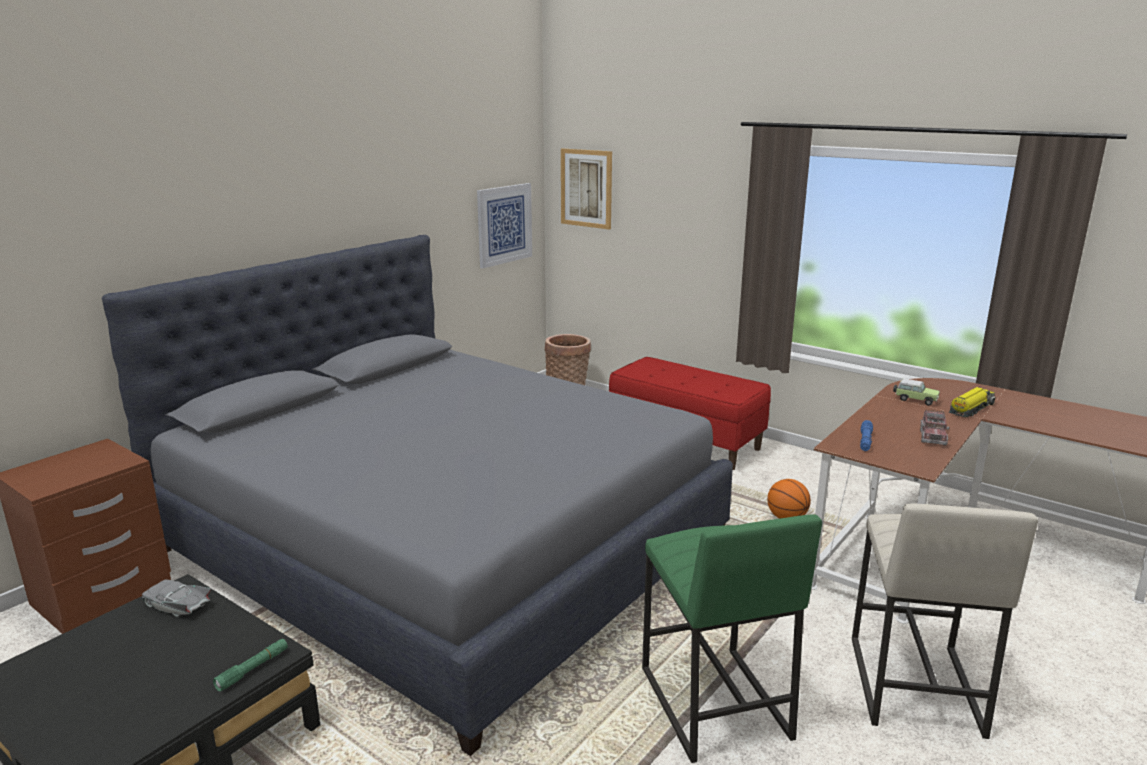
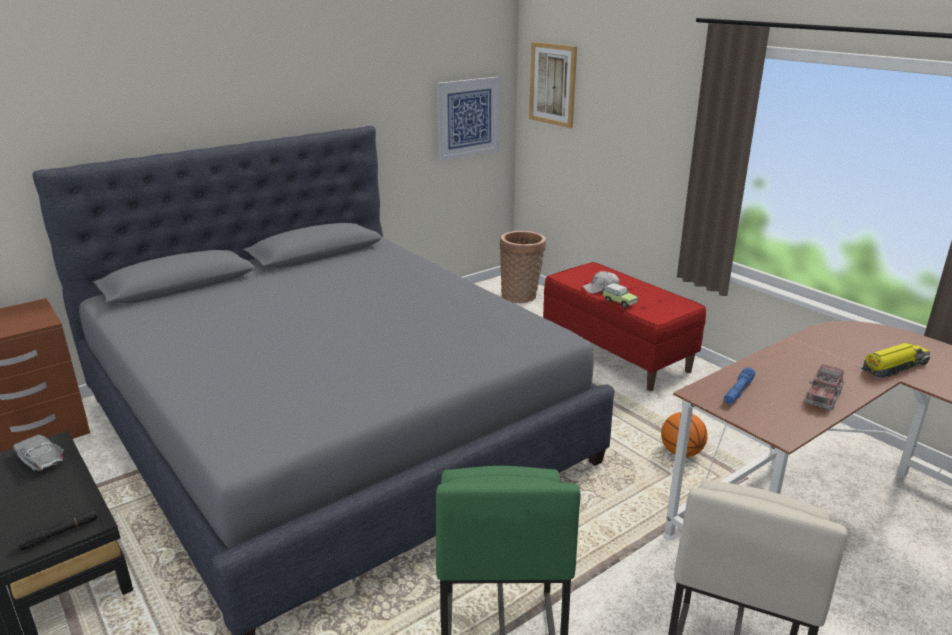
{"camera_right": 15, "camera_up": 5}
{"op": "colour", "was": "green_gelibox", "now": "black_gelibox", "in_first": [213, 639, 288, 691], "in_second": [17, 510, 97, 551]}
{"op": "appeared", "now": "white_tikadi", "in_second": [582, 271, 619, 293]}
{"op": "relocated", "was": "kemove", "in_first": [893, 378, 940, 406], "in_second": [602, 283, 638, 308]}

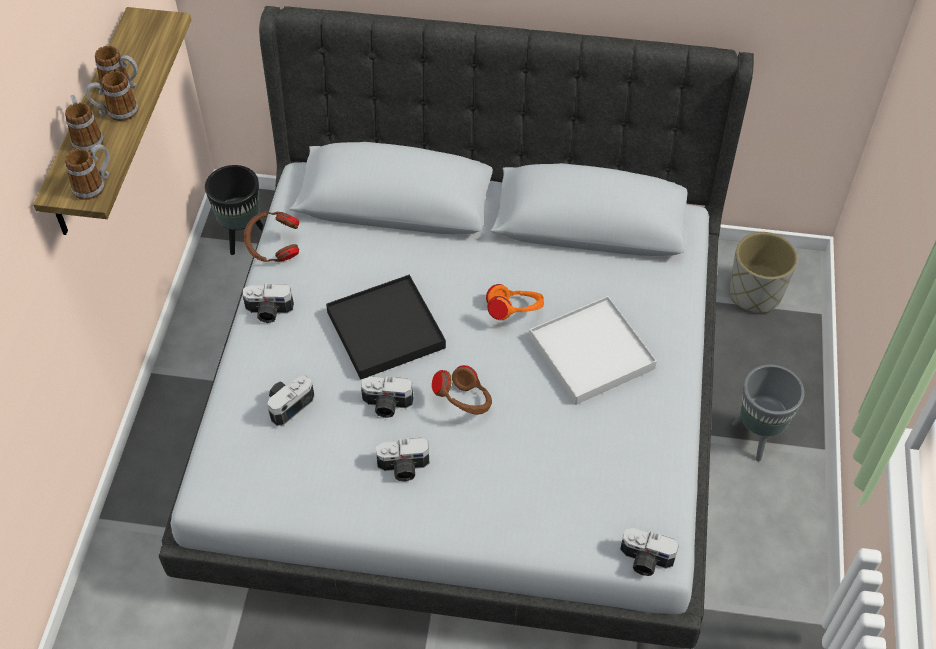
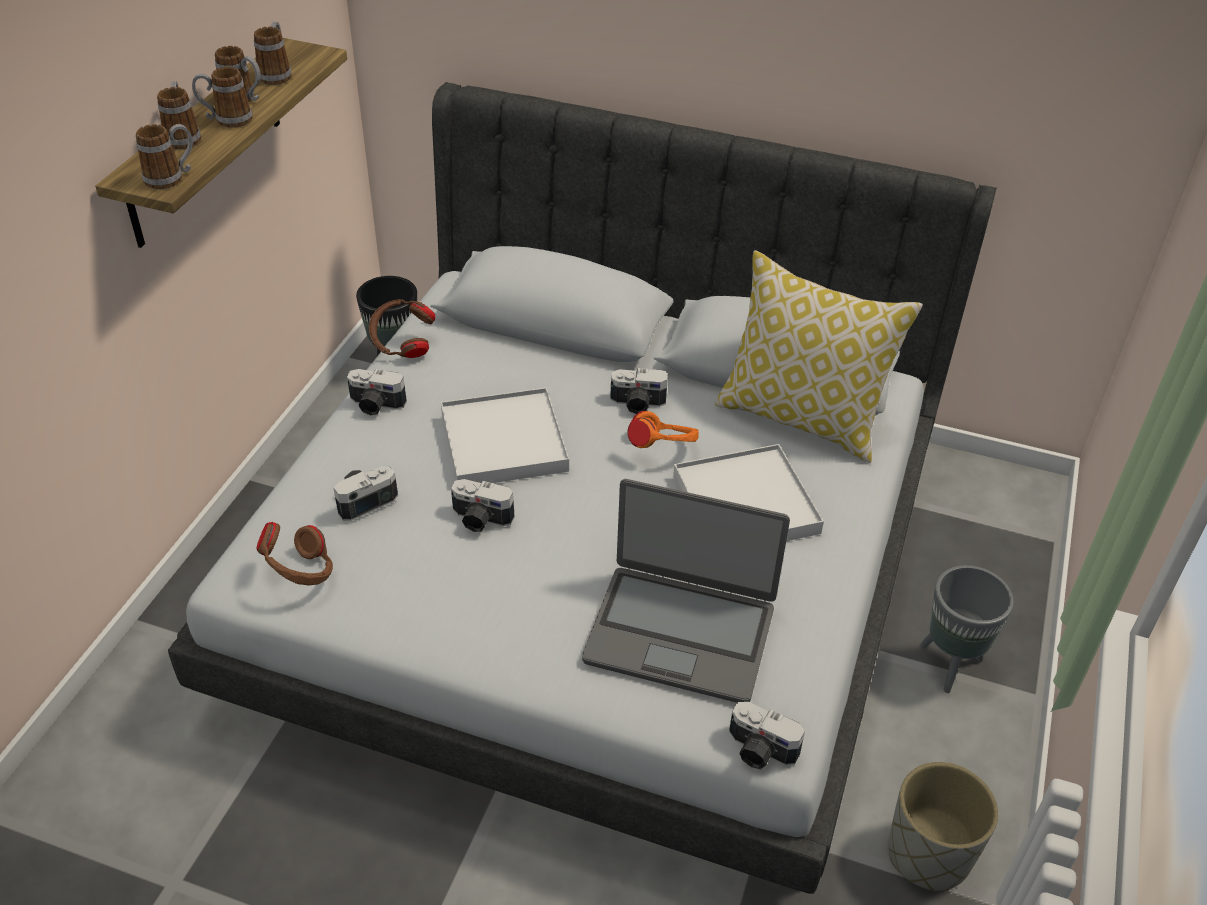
{"camera_right": 10, "camera_up": -10}
{"op": "appeared", "now": "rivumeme", "in_second": [254, 22, 292, 85]}
{"op": "relocated", "was": "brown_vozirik", "in_first": [432, 365, 492, 415], "in_second": [257, 522, 333, 585]}
{"op": "colour", "was": "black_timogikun", "now": "white_timogikun", "in_first": [326, 275, 446, 380], "in_second": [441, 387, 569, 483]}
{"op": "appeared", "now": "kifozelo", "in_second": [582, 479, 790, 703]}
{"op": "relocated", "was": "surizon", "in_first": [376, 438, 430, 482], "in_second": [610, 368, 668, 414]}
{"op": "appeared", "now": "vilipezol", "in_second": [715, 250, 923, 463]}
{"op": "relocated", "was": "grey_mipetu", "in_first": [730, 232, 798, 313], "in_second": [889, 762, 998, 892]}

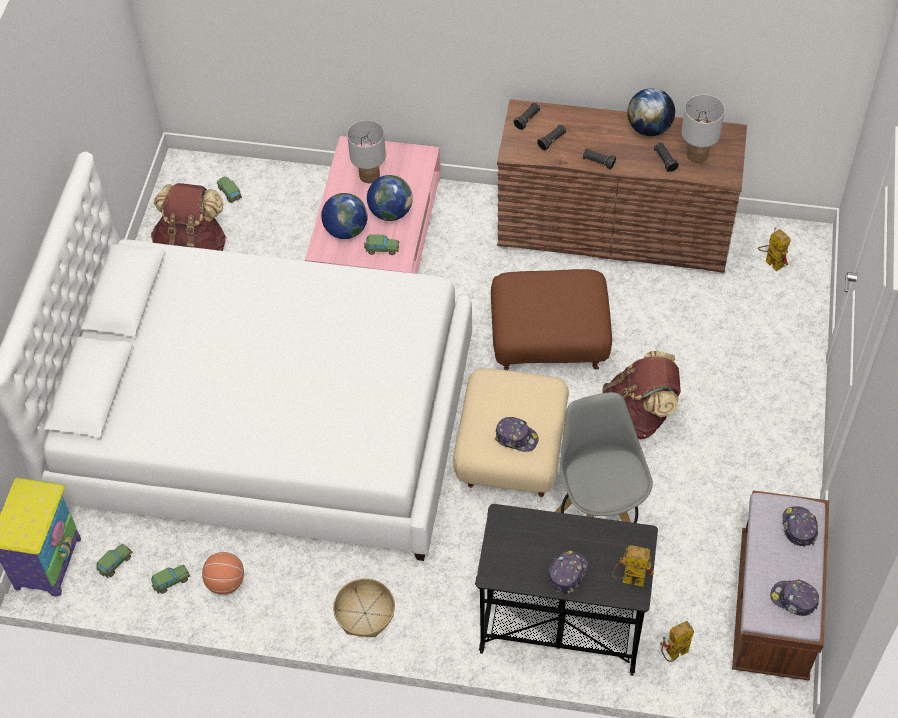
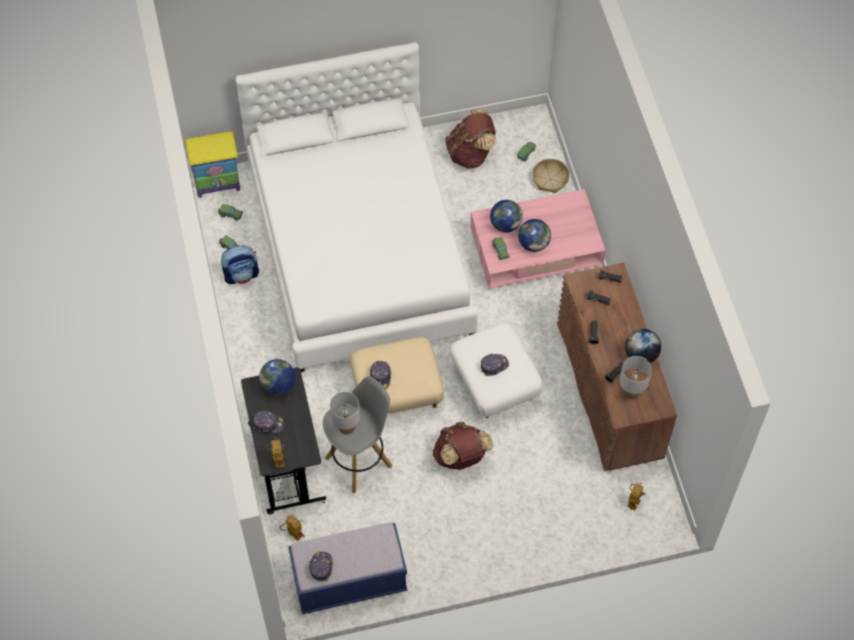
{"camera_right": 65, "camera_up": 5}
{"op": "exchanged", "was": "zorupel", "now": "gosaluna", "in_first": [202, 552, 244, 594], "in_second": [221, 246, 259, 284]}
{"op": "appeared", "now": "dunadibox", "in_second": [259, 359, 295, 395]}
{"op": "colour", "was": "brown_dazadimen", "now": "blue_dazadimen", "in_first": [732, 490, 829, 681], "in_second": [288, 522, 407, 614]}
{"op": "relocated", "was": "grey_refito", "in_first": [347, 120, 386, 183], "in_second": [330, 392, 360, 435]}
{"op": "colour", "was": "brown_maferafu", "now": "white_maferafu", "in_first": [491, 269, 612, 370], "in_second": [449, 322, 543, 421]}
{"op": "relocated", "was": "tikadi", "in_first": [783, 506, 818, 547], "in_second": [481, 353, 509, 376]}
{"op": "relocated", "was": "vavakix", "in_first": [333, 578, 395, 637], "in_second": [532, 159, 570, 193]}

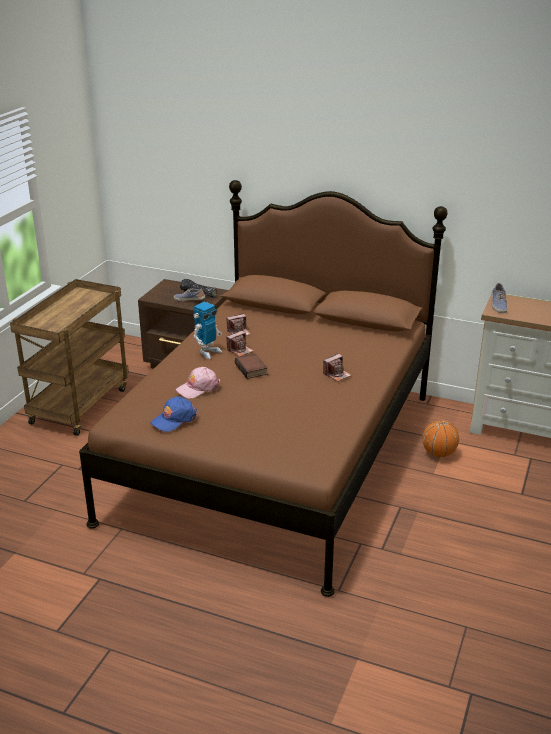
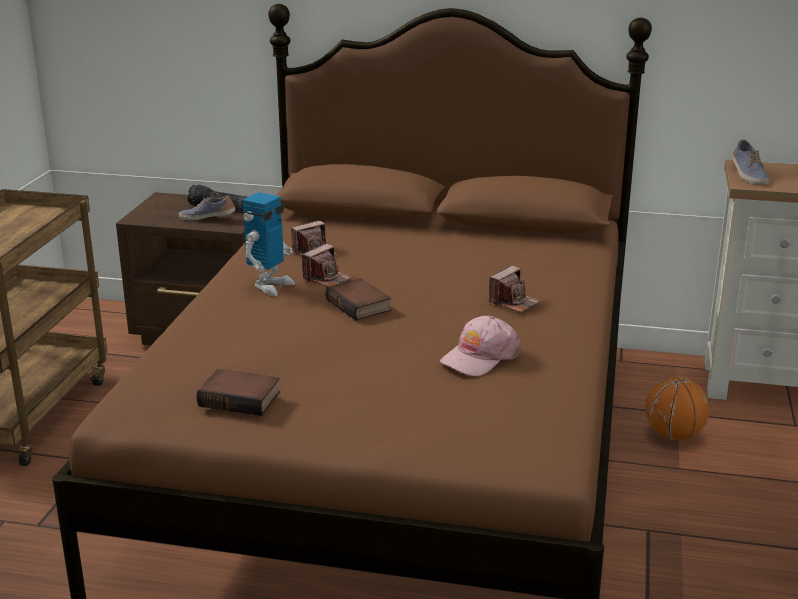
{"camera_right": -10, "camera_up": -5}
{"op": "exchanged", "was": "blue_tikadi", "now": "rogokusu", "in_first": [151, 396, 197, 432], "in_second": [196, 369, 280, 416]}
{"op": "relocated", "was": "pink_tikadi", "in_first": [176, 367, 220, 399], "in_second": [440, 316, 521, 376]}

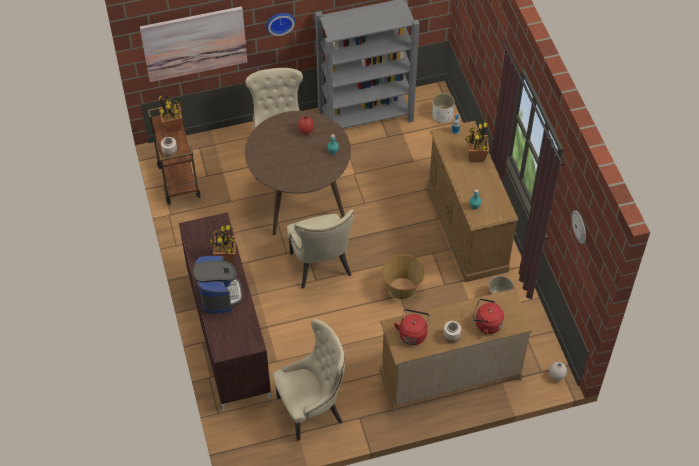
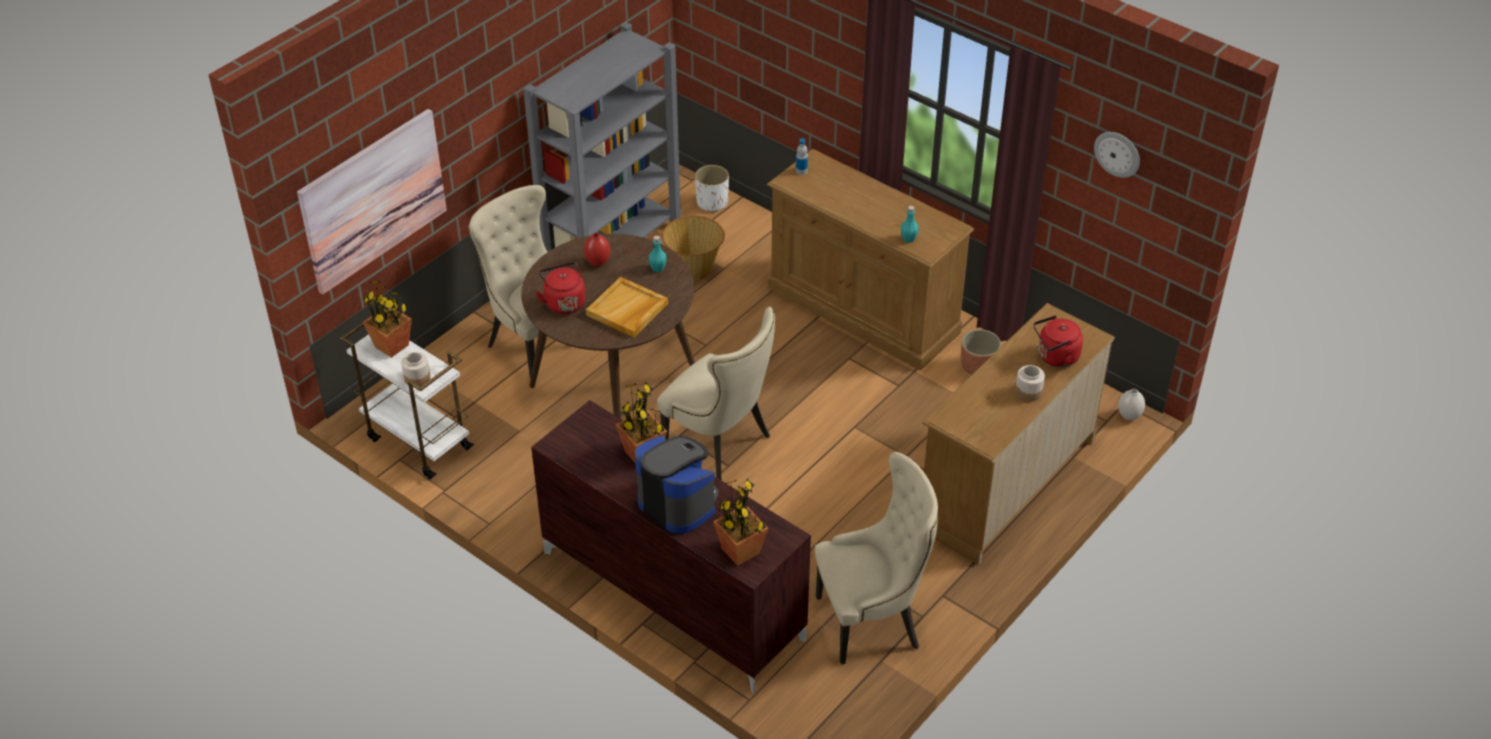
{"camera_right": -35, "camera_up": -10}
{"op": "colour", "was": "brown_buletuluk", "now": "white_buletuluk", "in_first": [148, 103, 201, 205], "in_second": [340, 322, 474, 479]}
{"op": "relocated", "was": "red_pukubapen", "in_first": [394, 309, 430, 345], "in_second": [536, 262, 585, 314]}
{"op": "appeared", "now": "beige_timogikun", "in_second": [586, 277, 668, 337]}
{"op": "relocated", "was": "vavakix", "in_first": [382, 255, 425, 299], "in_second": [662, 216, 725, 281]}
{"op": "relocated", "was": "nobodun", "in_first": [465, 119, 490, 162], "in_second": [713, 479, 768, 566]}
{"op": "spun", "was": "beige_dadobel", "in_first": [273, 319, 345, 441], "in_second": [815, 452, 938, 665], "clockwise": 45}
{"op": "missing", "was": "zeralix", "in_first": [266, 13, 295, 36]}

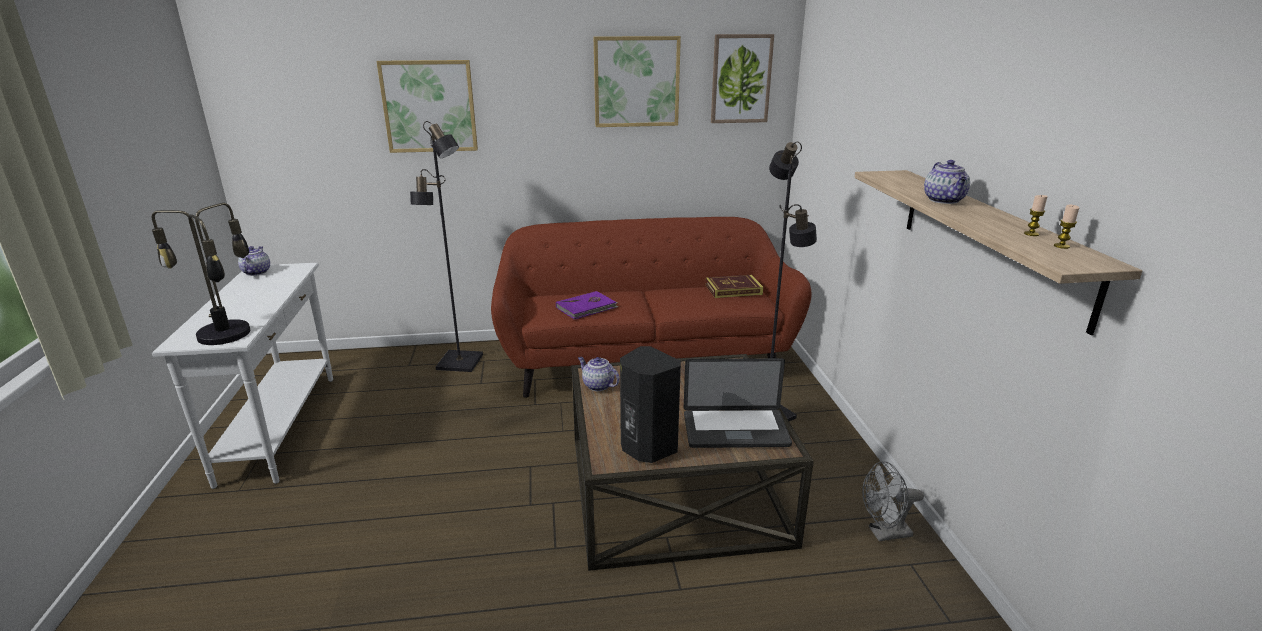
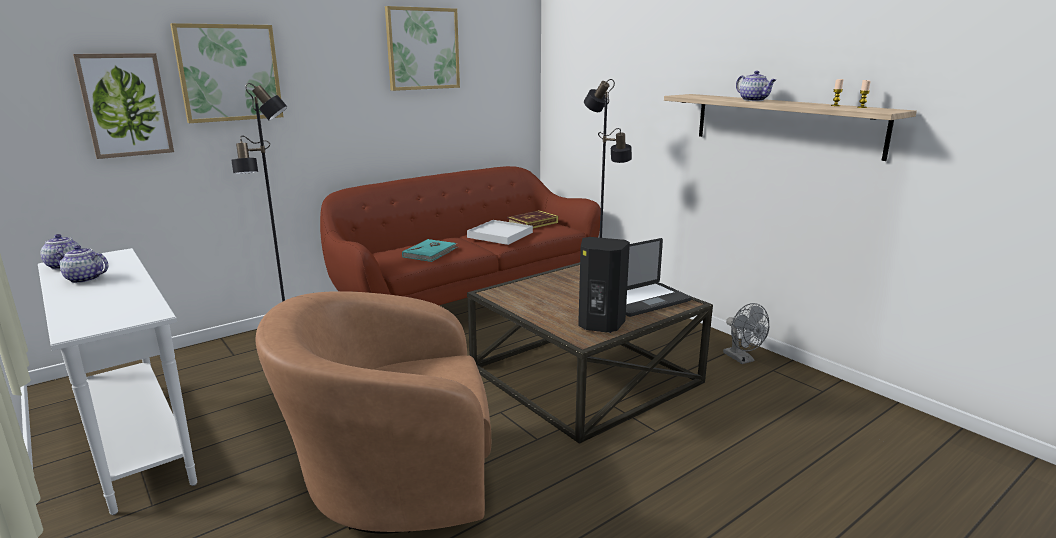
{"camera_right": -30, "camera_up": -5}
{"op": "relocated", "was": "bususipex", "in_first": [578, 357, 620, 391], "in_second": [53, 245, 108, 283]}
{"op": "relocated", "was": "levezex", "in_first": [711, 34, 774, 123], "in_second": [73, 53, 174, 159]}
{"op": "appeared", "now": "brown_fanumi", "in_second": [256, 291, 491, 534]}
{"op": "colour", "was": "purple_rogokusu", "now": "turquoise_rogokusu", "in_first": [556, 291, 618, 320], "in_second": [402, 239, 458, 262]}
{"op": "appeared", "now": "white_timogikun", "in_second": [467, 220, 533, 245]}
{"op": "spun", "was": "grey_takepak", "in_first": [862, 461, 924, 541], "in_second": [723, 303, 769, 364], "clockwise": -75}
{"op": "missing", "was": "refito", "in_first": [152, 203, 250, 345]}

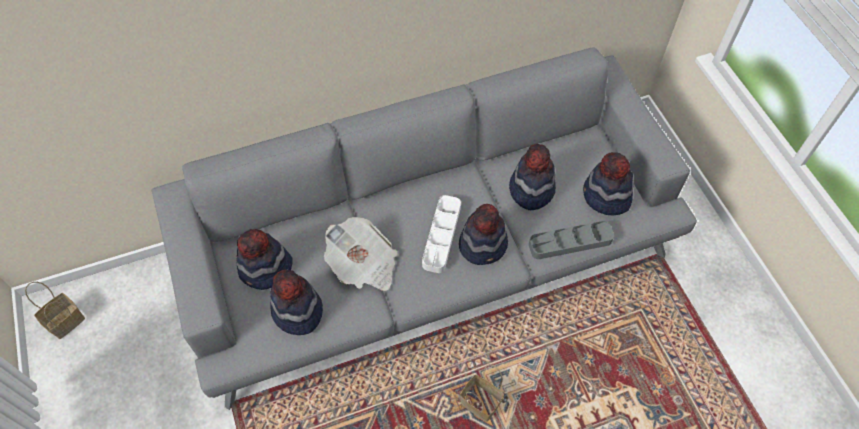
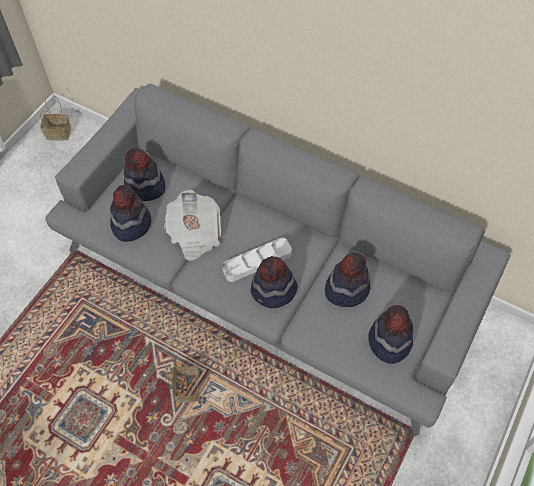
{"camera_right": 50, "camera_up": 0}
{"op": "missing", "was": "grey_timogikun", "in_first": [529, 221, 614, 259]}

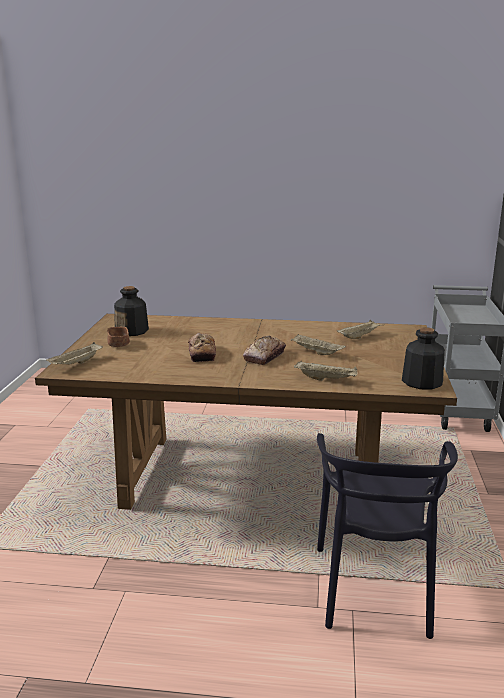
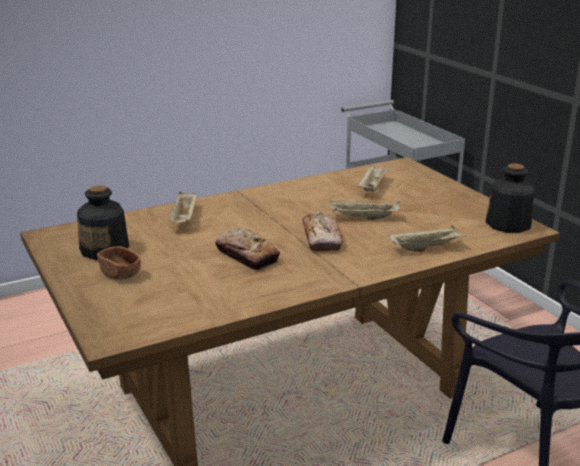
{"camera_right": -35, "camera_up": 5}
{"op": "relocated", "was": "beige_timogikun", "in_first": [46, 342, 103, 365], "in_second": [168, 191, 197, 223]}

